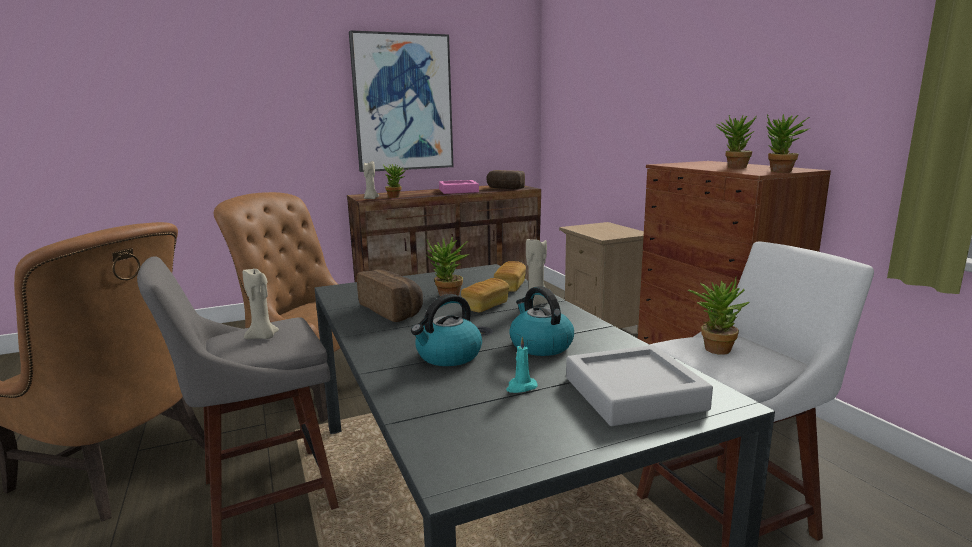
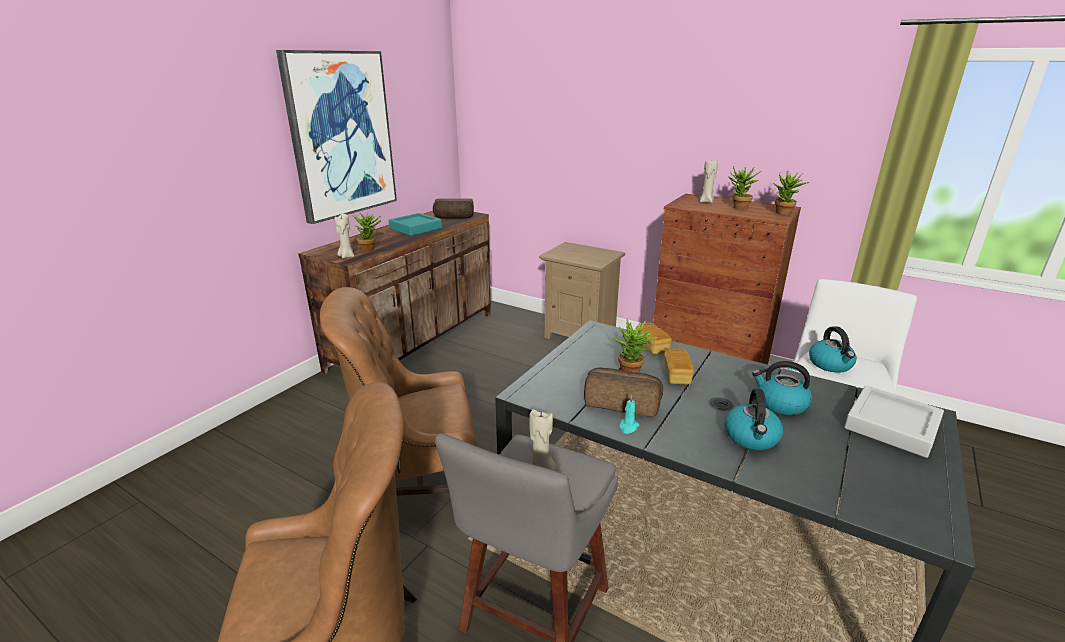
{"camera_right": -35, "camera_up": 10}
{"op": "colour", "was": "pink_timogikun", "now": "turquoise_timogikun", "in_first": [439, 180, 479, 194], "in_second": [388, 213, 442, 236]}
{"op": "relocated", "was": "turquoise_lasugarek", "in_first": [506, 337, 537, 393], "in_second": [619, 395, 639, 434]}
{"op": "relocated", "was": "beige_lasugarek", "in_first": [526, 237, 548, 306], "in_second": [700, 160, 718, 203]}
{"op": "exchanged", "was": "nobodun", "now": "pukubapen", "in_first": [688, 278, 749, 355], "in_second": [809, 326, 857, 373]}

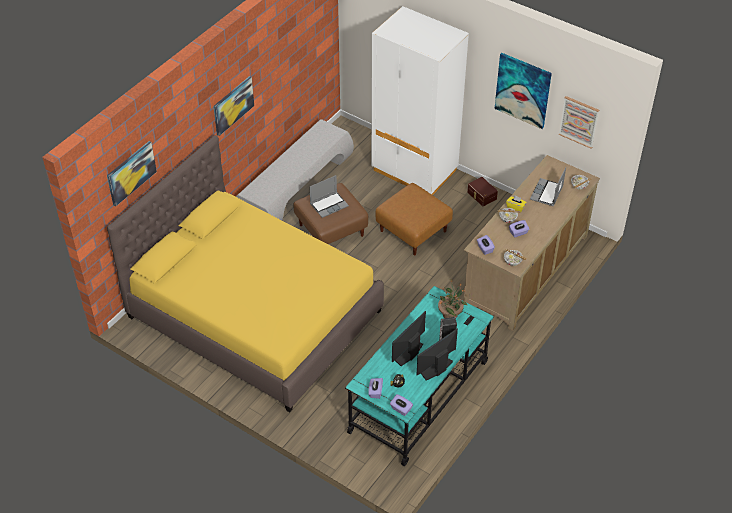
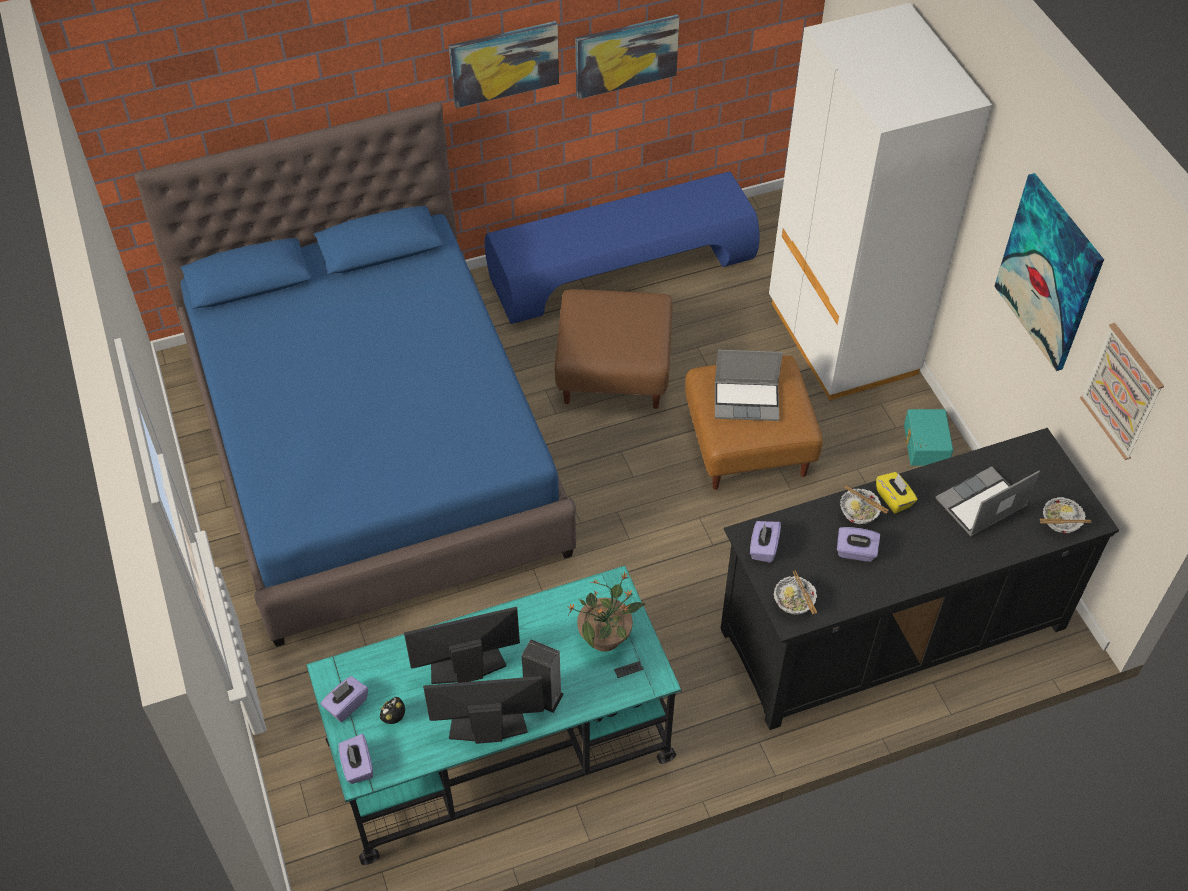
{"camera_right": 35, "camera_up": 5}
{"op": "colour", "was": "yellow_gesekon", "now": "blue_gesekon", "in_first": [107, 135, 384, 412], "in_second": [134, 102, 576, 647]}
{"op": "colour", "was": "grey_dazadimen", "now": "blue_dazadimen", "in_first": [236, 119, 354, 220], "in_second": [485, 171, 760, 324]}
{"op": "relocated", "was": "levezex", "in_first": [107, 141, 157, 206], "in_second": [576, 15, 680, 99]}
{"op": "relocated", "was": "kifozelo", "in_first": [309, 175, 349, 218], "in_second": [715, 350, 783, 421]}
{"op": "colour", "was": "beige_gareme", "now": "black_gareme", "in_first": [464, 155, 600, 331], "in_second": [721, 428, 1119, 730]}
{"op": "colour", "was": "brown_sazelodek", "now": "turquoise_sazelodek", "in_first": [467, 177, 498, 206], "in_second": [904, 409, 953, 466]}

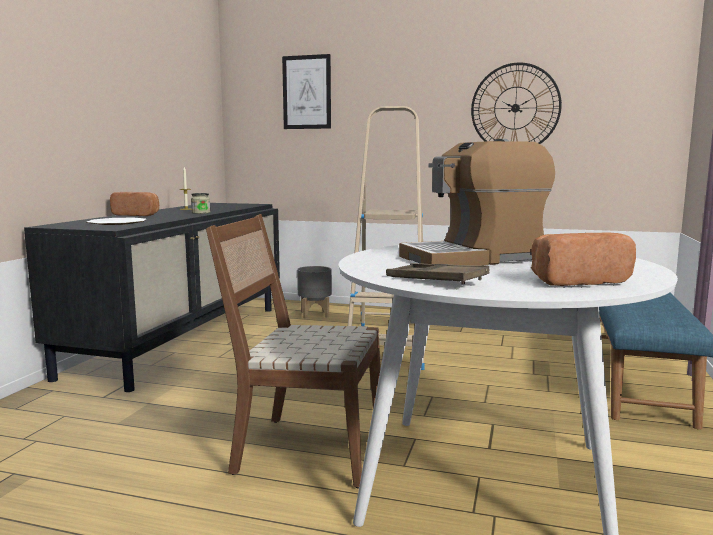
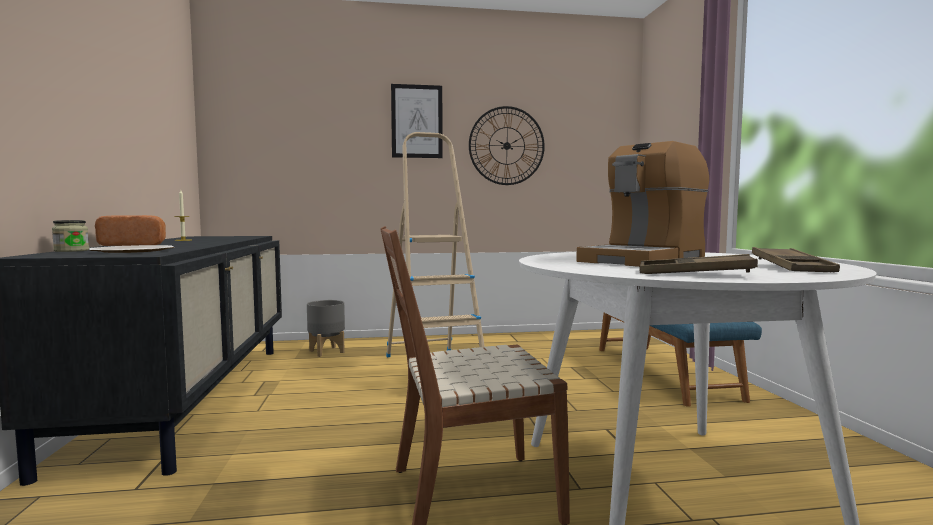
{"camera_right": -25, "camera_up": -5}
{"op": "relocated", "was": "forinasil", "in_first": [191, 193, 210, 214], "in_second": [52, 220, 89, 252]}
{"op": "relocated", "was": "levezex", "in_first": [282, 54, 331, 129], "in_second": [391, 84, 443, 158]}
{"op": "exchanged", "was": "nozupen", "now": "brown_timogikun", "in_first": [531, 233, 636, 286], "in_second": [752, 247, 840, 272]}

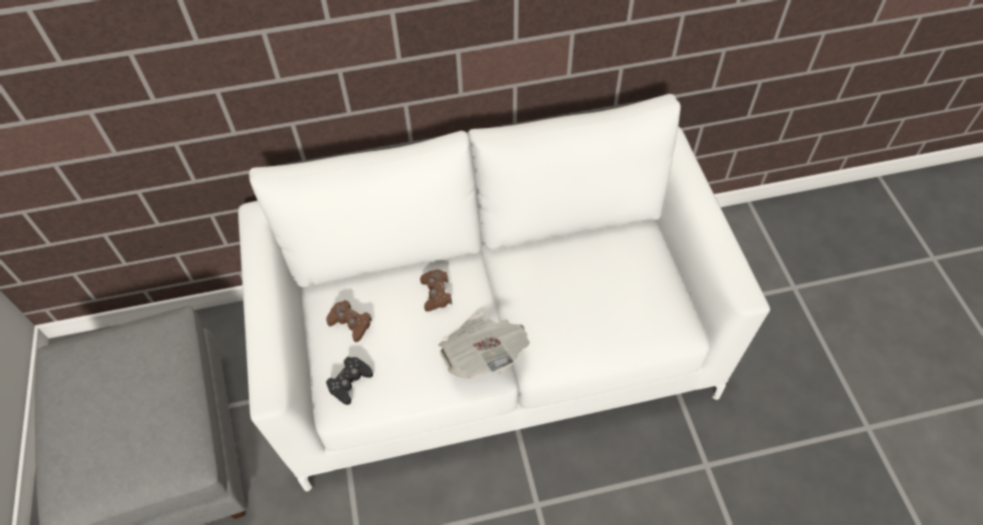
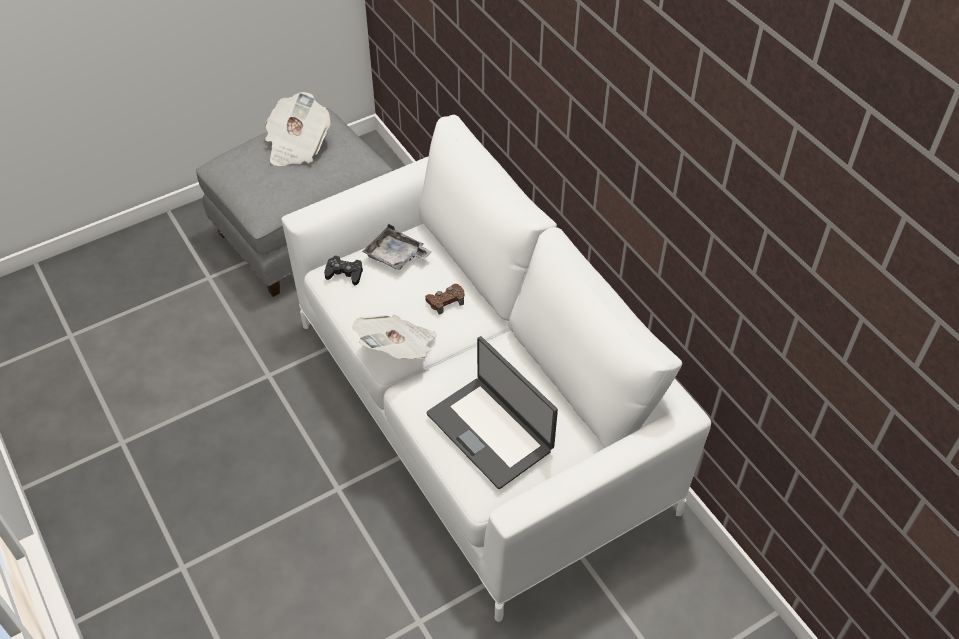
{"camera_right": 70, "camera_up": -5}
{"op": "appeared", "now": "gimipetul", "in_second": [265, 92, 331, 166]}
{"op": "exchanged", "was": "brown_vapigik", "now": "grey_timogikun", "in_first": [326, 300, 372, 342], "in_second": [362, 224, 432, 270]}
{"op": "appeared", "now": "kifozelo", "in_second": [426, 336, 558, 489]}

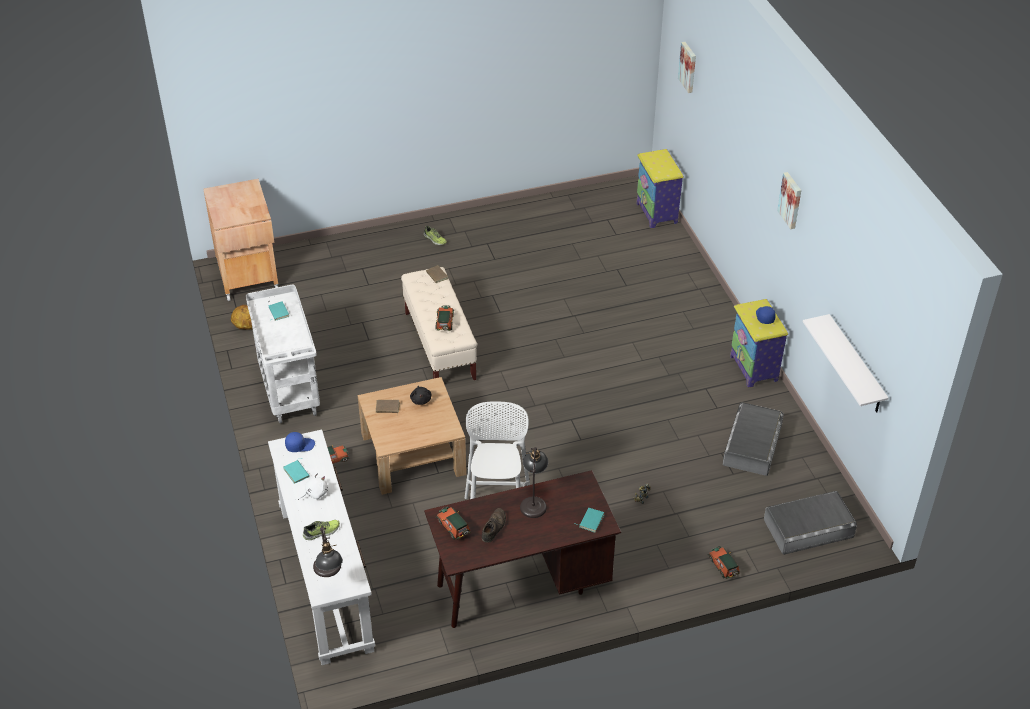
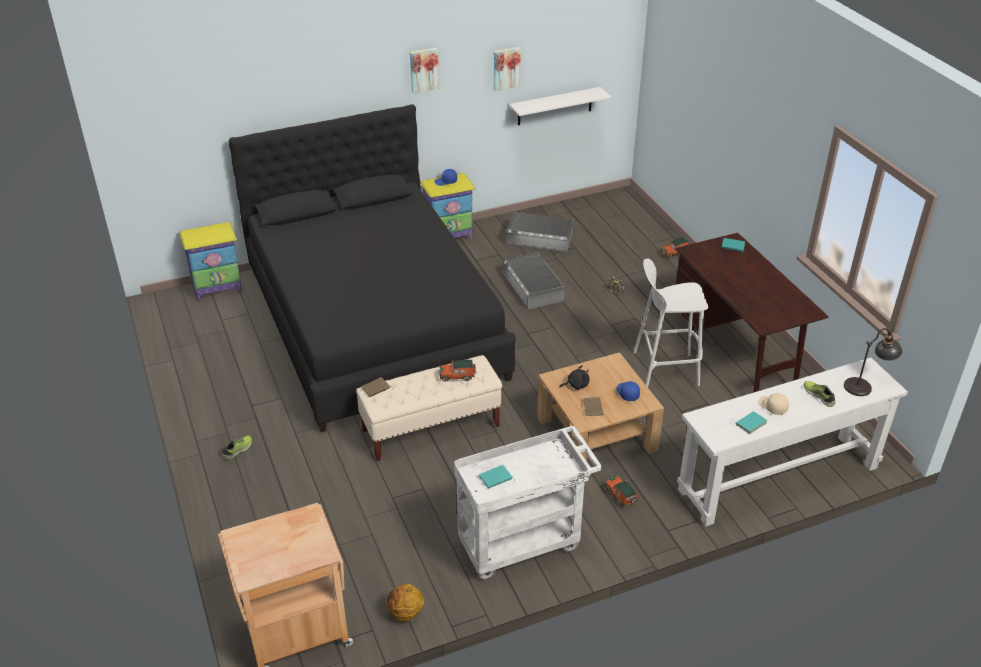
{"camera_right": -95, "camera_up": -5}
{"op": "appeared", "now": "black_gesekon", "in_second": [229, 104, 516, 432]}
{"op": "relocated", "was": "levezex", "in_first": [678, 42, 696, 93], "in_second": [494, 47, 521, 91]}
{"op": "relocated", "was": "grey_sazelodek", "in_first": [764, 491, 857, 554], "in_second": [503, 252, 565, 309]}
{"op": "relocated", "was": "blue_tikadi", "in_first": [285, 432, 315, 452], "in_second": [616, 381, 640, 401]}
{"op": "exchanged", "was": "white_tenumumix", "now": "beige_tikadi", "in_first": [298, 473, 328, 500], "in_second": [759, 393, 789, 415]}
{"op": "missing", "was": "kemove", "in_first": [436, 506, 470, 540]}
{"op": "missing", "was": "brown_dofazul", "in_first": [482, 508, 506, 543]}
{"op": "missing", "was": "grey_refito", "in_first": [520, 447, 548, 518]}

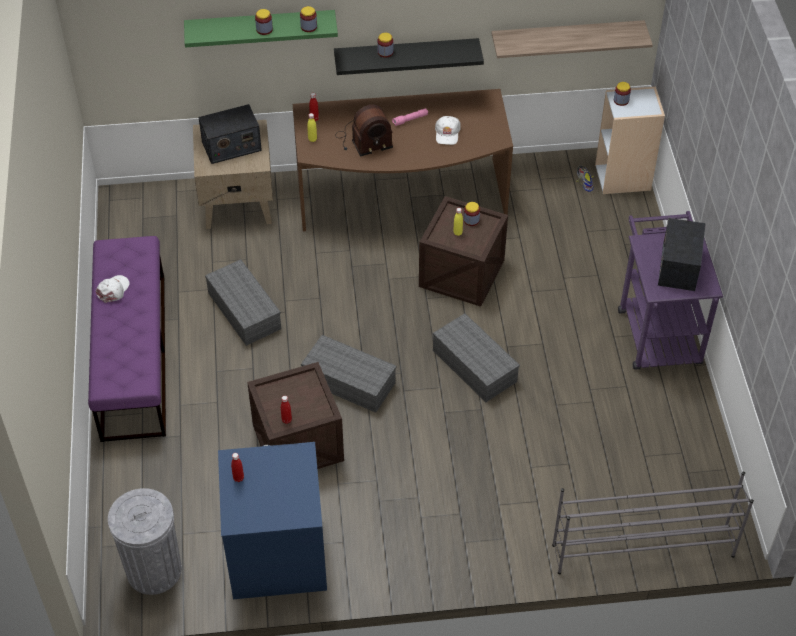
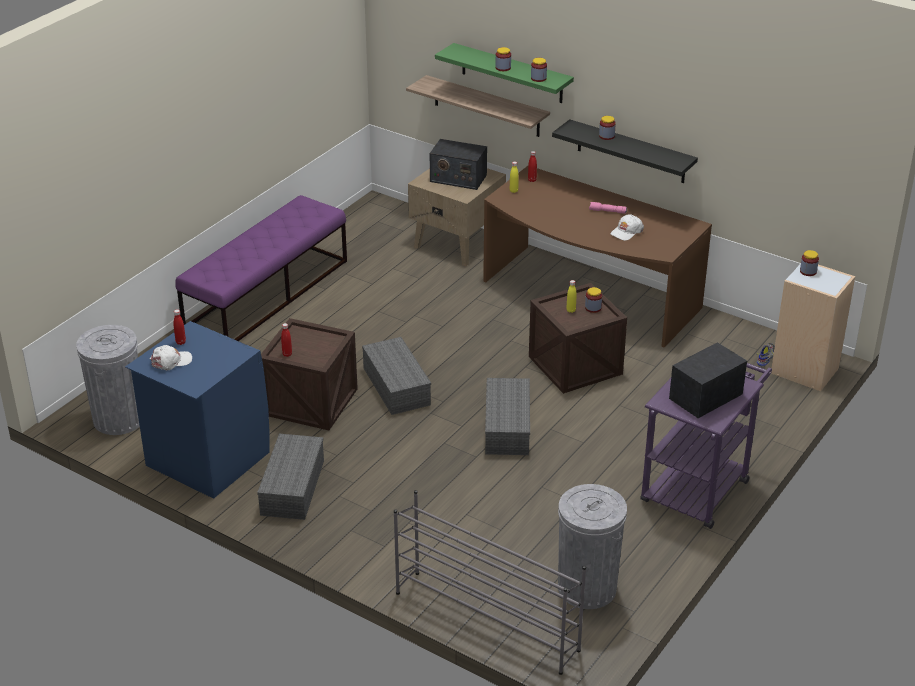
{"camera_right": 40, "camera_up": -15}
{"op": "relocated", "was": "white_tikadi", "in_first": [96, 275, 129, 303], "in_second": [150, 345, 192, 370]}
{"op": "relocated", "was": "grey_sazelodek", "in_first": [205, 259, 281, 346], "in_second": [257, 434, 324, 520]}
{"op": "relocated", "was": "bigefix", "in_first": [491, 20, 653, 58], "in_second": [406, 75, 550, 137]}
{"op": "appeared", "now": "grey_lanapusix", "in_second": [558, 484, 627, 609]}
{"op": "missing", "was": "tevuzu", "in_first": [335, 105, 393, 156]}

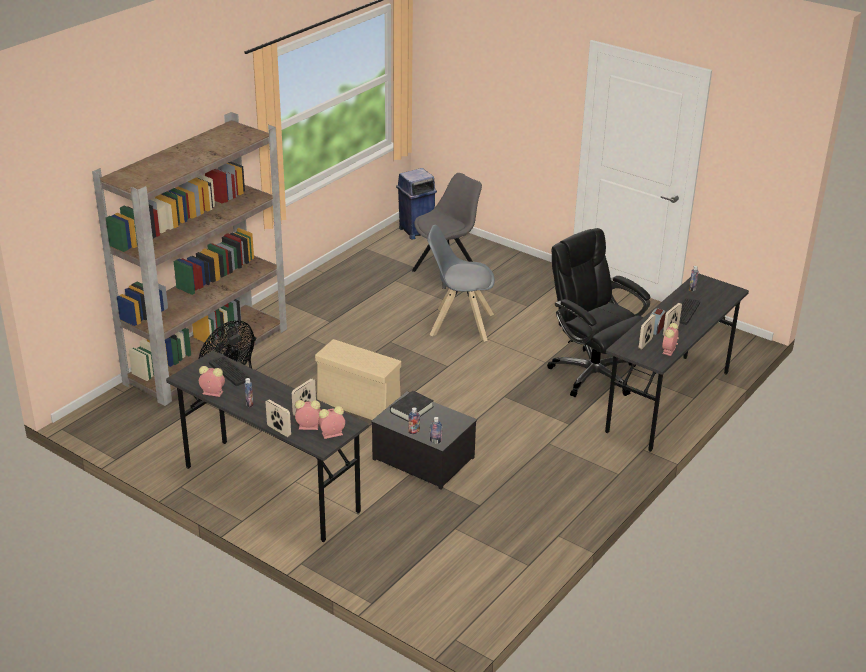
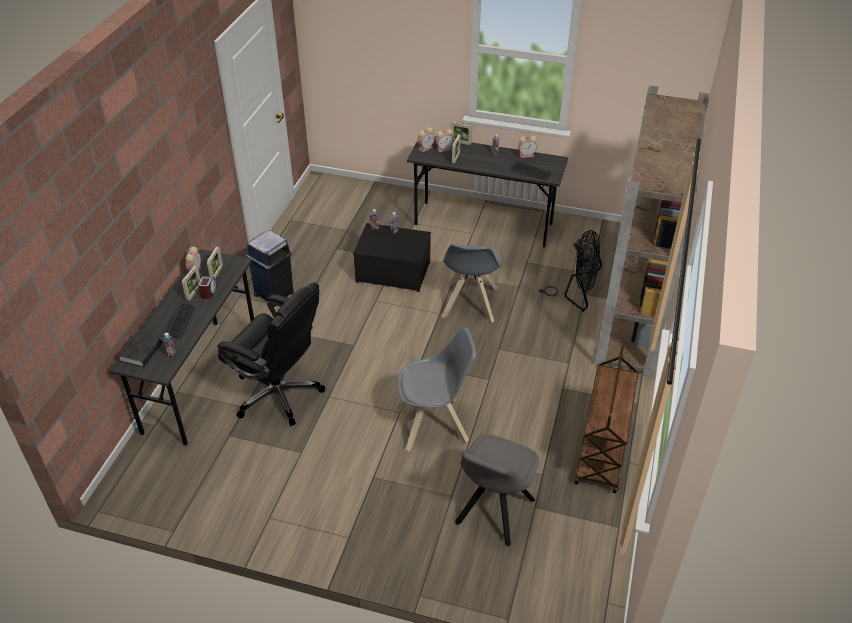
{"camera_right": 160, "camera_up": 10}
{"op": "relocated", "was": "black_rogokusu", "in_first": [390, 391, 434, 421], "in_second": [118, 332, 162, 367]}
{"op": "relocated", "was": "blue_lanapusix", "in_first": [396, 168, 437, 240], "in_second": [246, 230, 294, 307]}
{"op": "exchanged", "was": "beige_sazelodek", "now": "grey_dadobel", "in_first": [315, 339, 401, 420], "in_second": [442, 243, 501, 323]}
{"op": "appeared", "now": "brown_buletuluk", "in_second": [574, 346, 638, 493]}

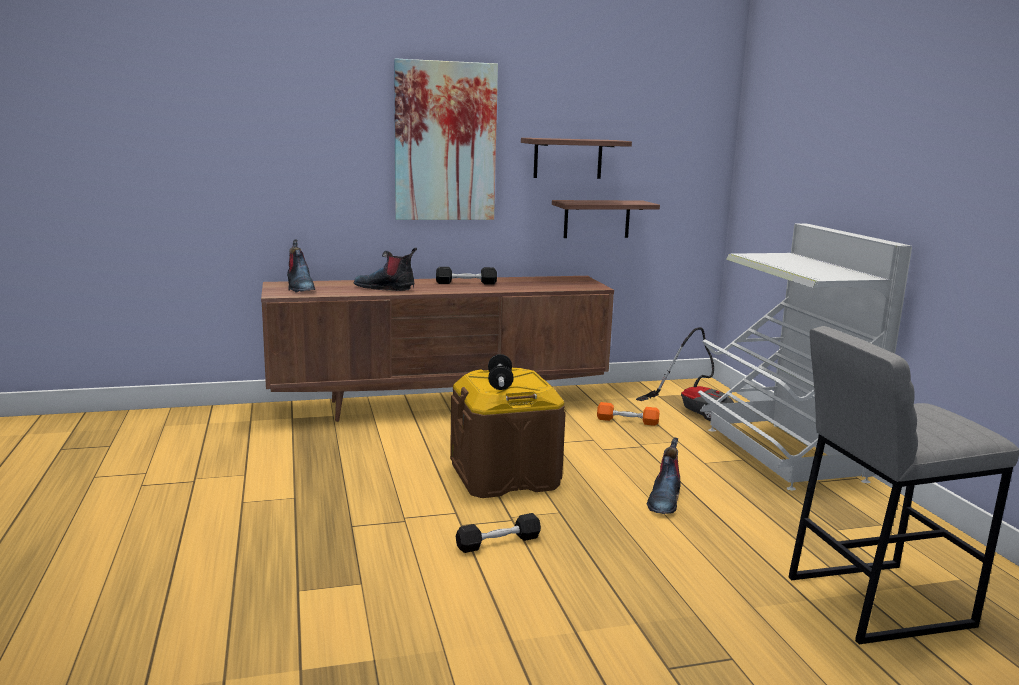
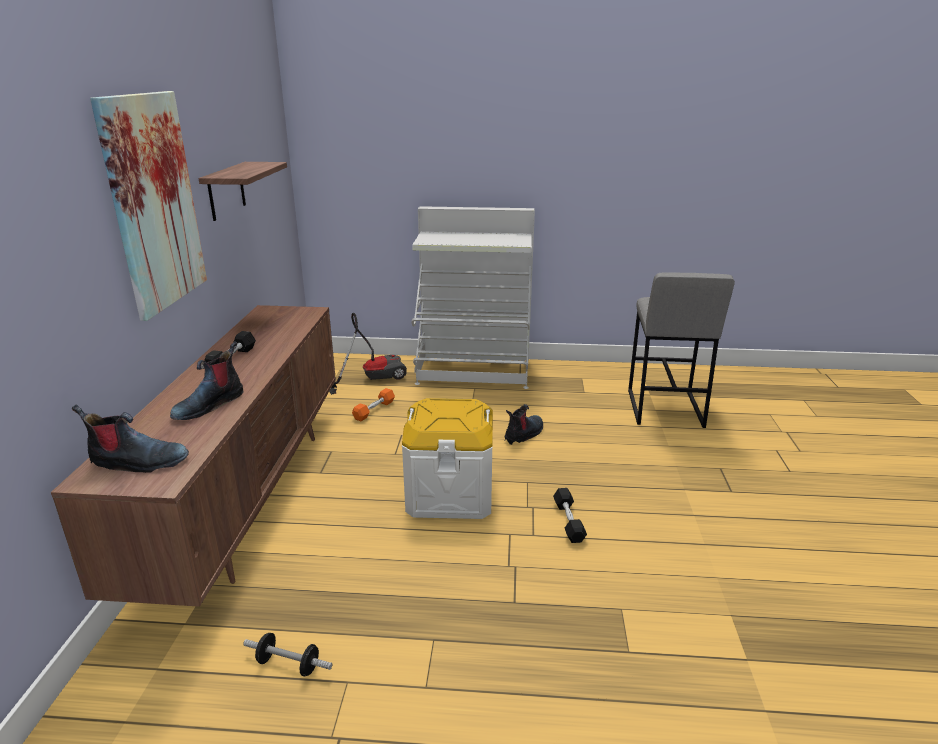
{"camera_right": -70, "camera_up": 10}
{"op": "relocated", "was": "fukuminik", "in_first": [488, 354, 514, 390], "in_second": [243, 633, 332, 676]}
{"op": "colour", "was": "brown_sazelodek", "now": "white_sazelodek", "in_first": [450, 368, 566, 498], "in_second": [402, 398, 493, 519]}
{"op": "spun", "was": "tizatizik", "in_first": [647, 437, 681, 514], "in_second": [504, 404, 543, 445], "clockwise": -90}
{"op": "missing", "was": "bigefix", "in_first": [552, 200, 660, 238]}

